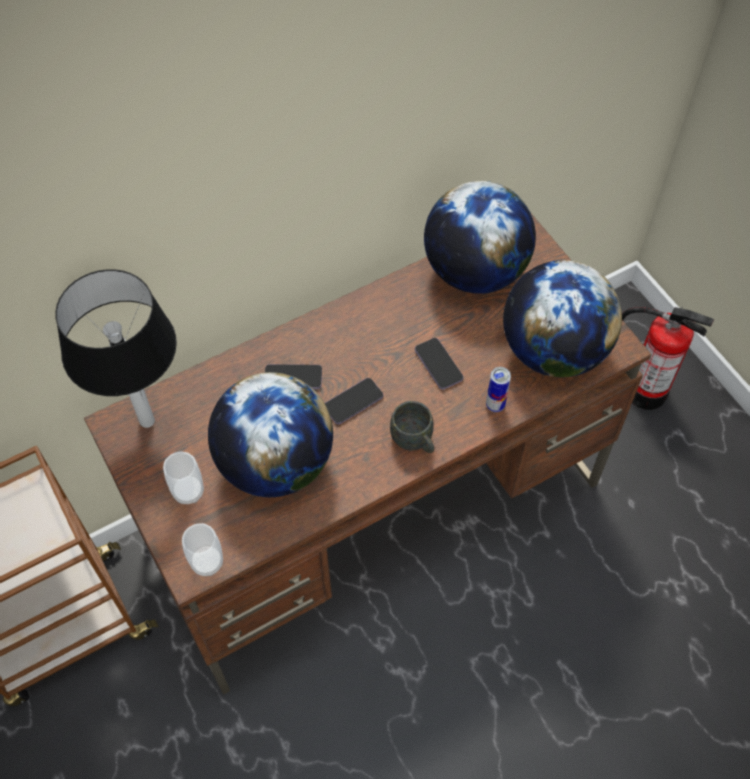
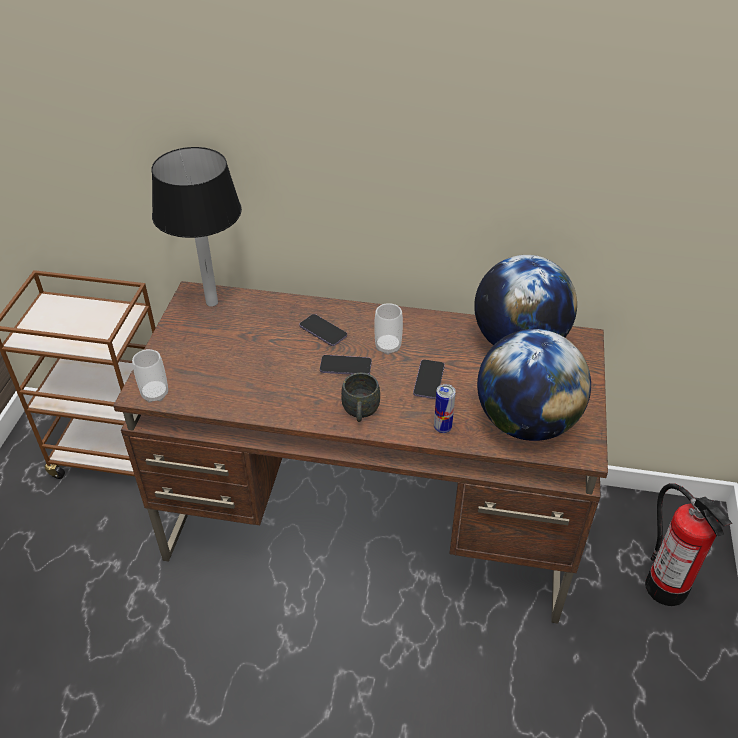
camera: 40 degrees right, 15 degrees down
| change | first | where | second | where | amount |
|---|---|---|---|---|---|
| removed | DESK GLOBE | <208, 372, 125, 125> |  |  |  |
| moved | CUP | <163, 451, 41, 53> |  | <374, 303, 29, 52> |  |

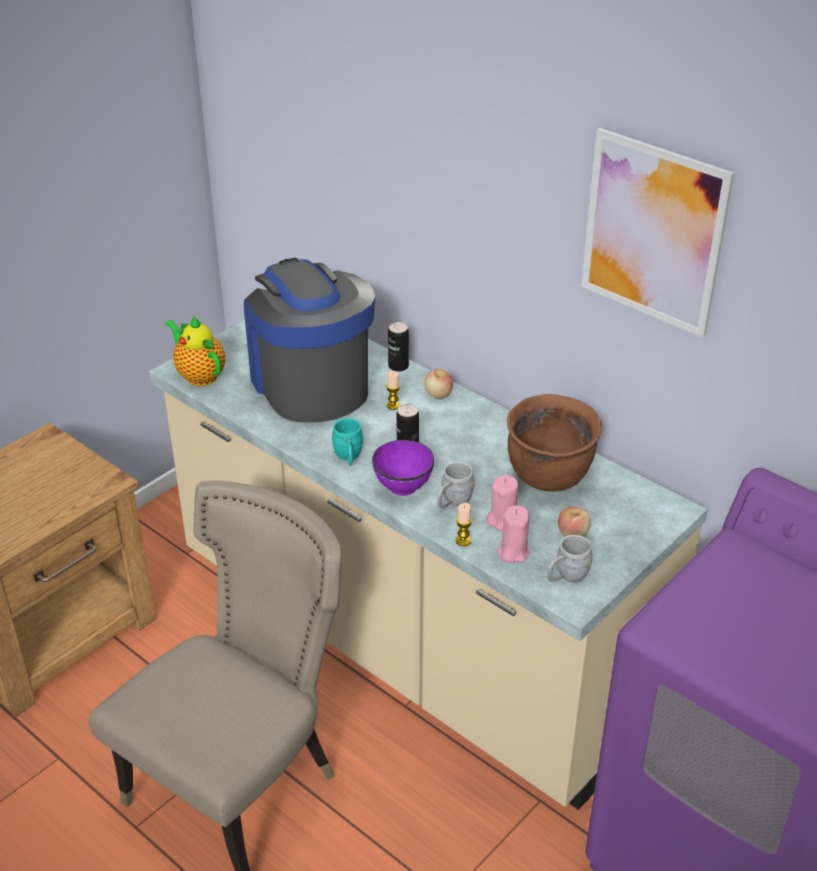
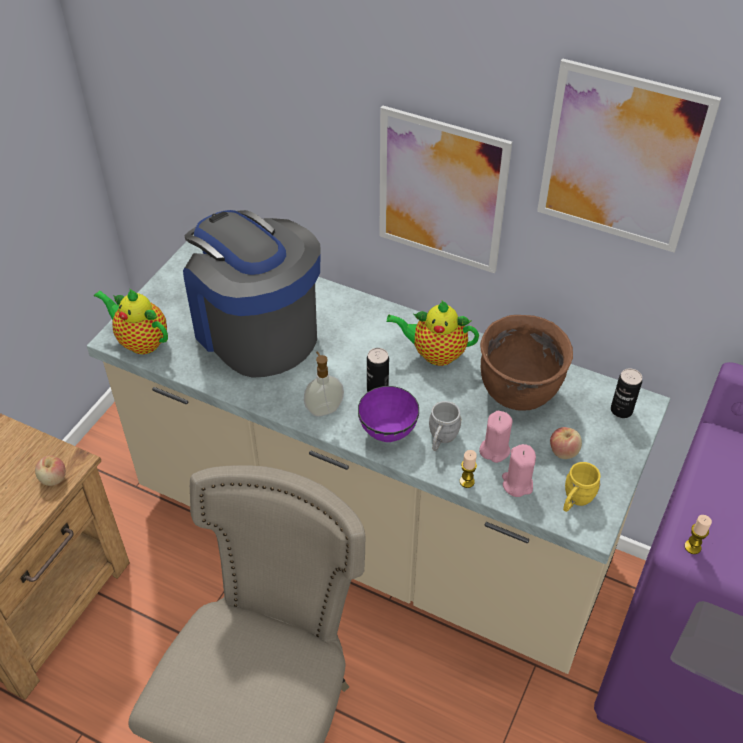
camera: 15 degrees left, 10 degrees up
| change | first | where | second | where | amount |
|---|---|---|---|---|---|
| added |  |  | WALL PICTURE | <379, 105, 133, 168> |  |
| added |  |  | POT FOR TEA | <386, 300, 93, 66> |  |
| moved | CANDLE | <386, 371, 14, 39> |  | <684, 515, 28, 39> |  |
| moved | METAL CAN | <388, 322, 21, 50> |  | <611, 368, 31, 50> |  |
| moved | WHOLE APPLE | <424, 369, 29, 29> |  | <35, 455, 31, 31> |  |
| replaced | TURQUOISE-COLOURED MUG | <332, 418, 31, 48> | SOAP DISPENSER | <304, 351, 40, 65> |  |
| recoloured | GREYISH MUG | <547, 535, 46, 47> | YELLOW-COLOURED MUG | <563, 462, 38, 50> |  |

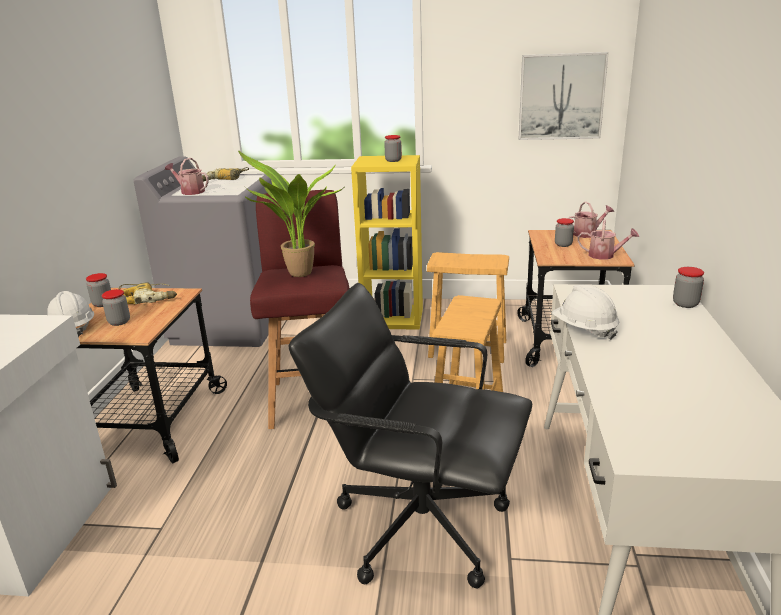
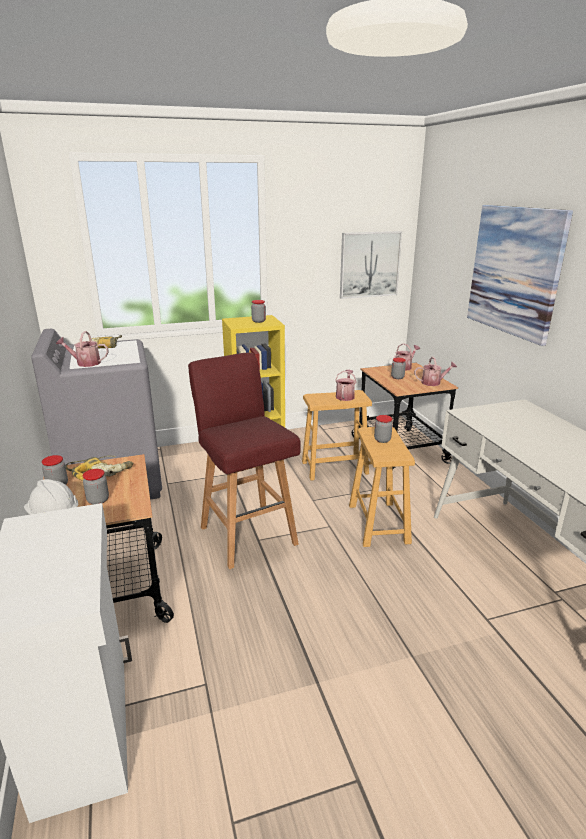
camera: 25 degrees left, 0 degrees up
| change | first | where | second | where | amount |
|---|---|---|---|---|---|
| removed | HOUSEPLANT | <238, 150, 105, 127> |  |  |  |
| removed | BLACK OFFICE CHAIR | <289, 283, 243, 306> |  |  |  |
| removed | WHITE-COLOURED SAFETY HELMET | <552, 285, 67, 55> |  |  |  |
| added |  |  | WATERING POT | <335, 370, 21, 31> |  |
| added |  |  | WALL PICTURE | <467, 205, 106, 141> |  |
| moved | PRESERVE JAR | <673, 267, 31, 41> |  | <374, 415, 19, 28> |  |

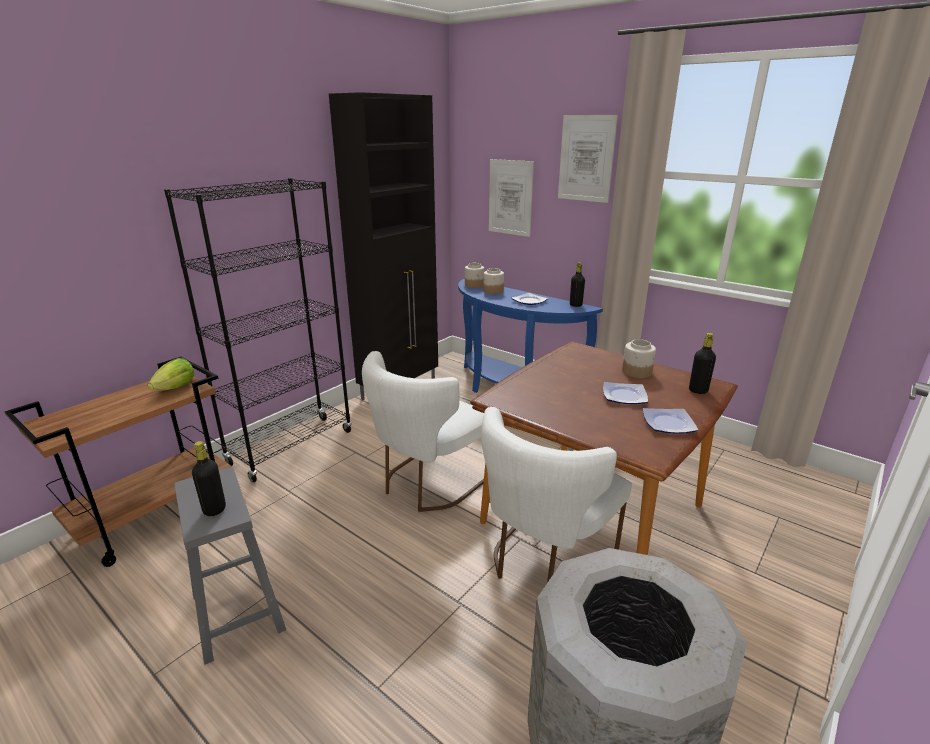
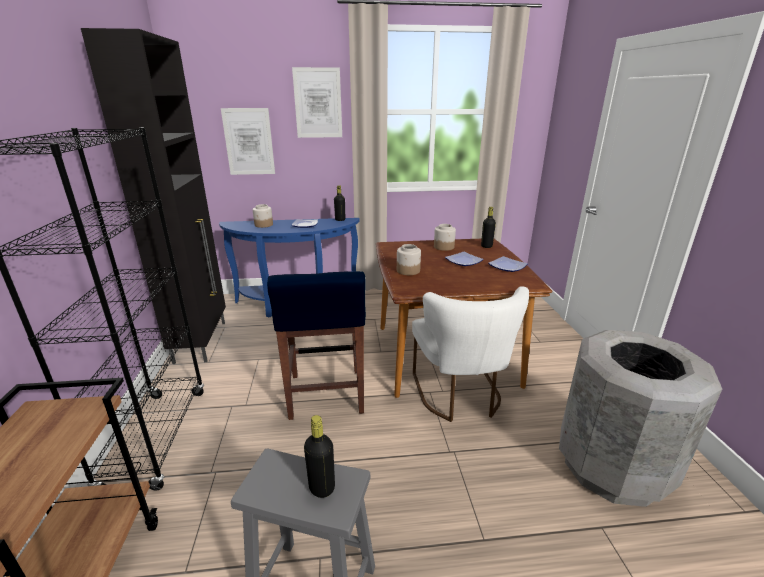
camera: 45 degrees left, 0 degrees up
| change | first | where | second | where | amount |
|---|---|---|---|---|---|
| removed | HEAD OF LETTUCE | <148, 358, 46, 33> |  |  |  |
| moved | PRESERVE JAR | <465, 263, 20, 25> |  | <397, 244, 24, 31> |  |
| replaced | WHITE-COLOURED CHAIR | <362, 351, 122, 161> | BLUE STOOL | <267, 271, 99, 149> |  |

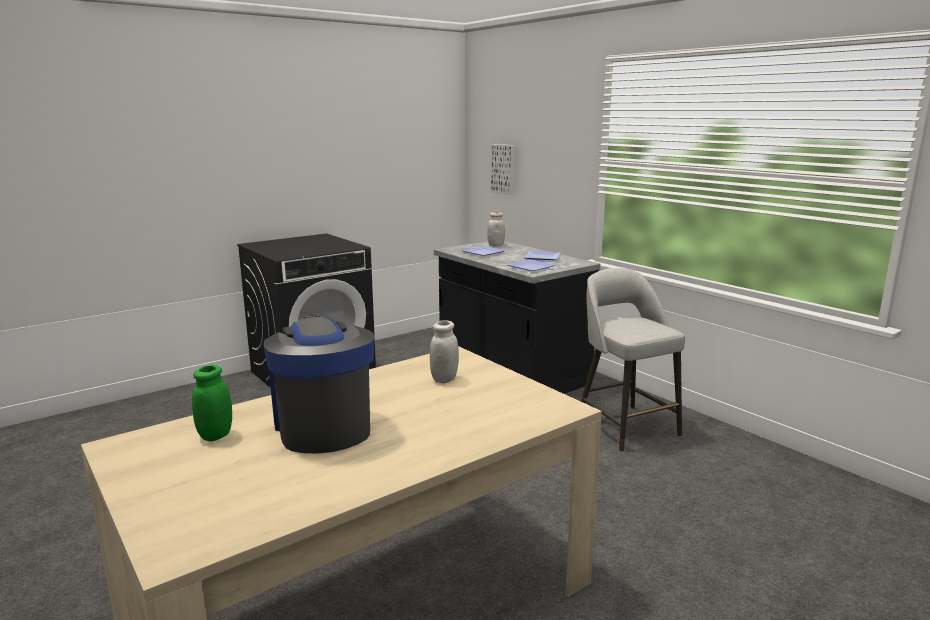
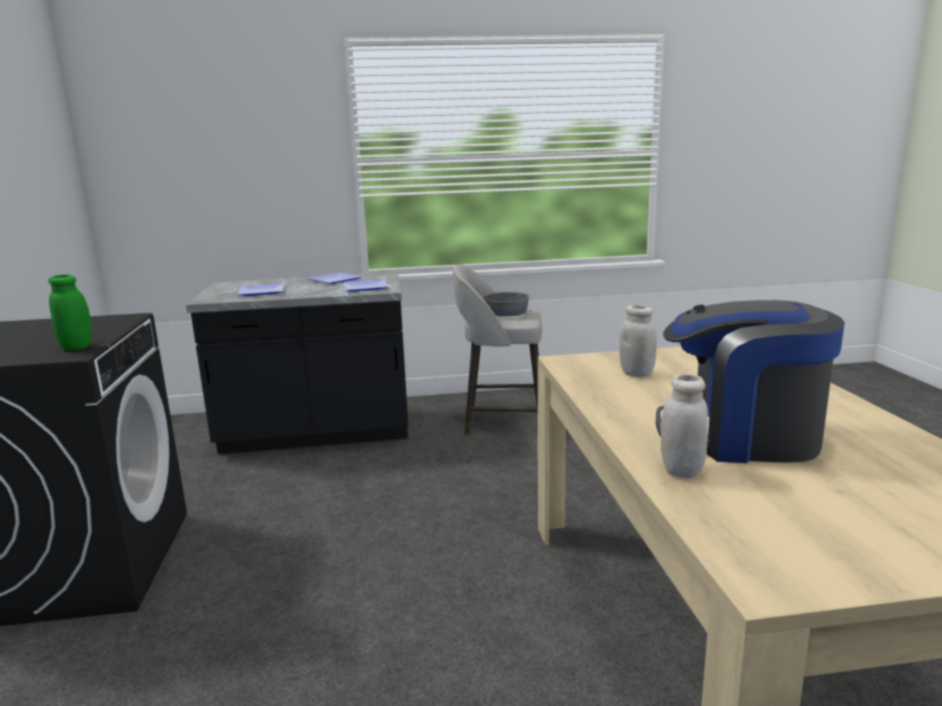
camera: 60 degrees left, 0 degrees up
| change | first | where | second | where | amount |
|---|---|---|---|---|---|
| removed | WALL PICTURE | <491, 144, 24, 51> |  |  |  |
| added |  |  | GREYISH BOWL | <482, 292, 47, 24> |  |
| moved | GREEN PRESERVE JAR | <192, 365, 40, 76> |  | <48, 275, 44, 75> |  |
| moved | WHITE-COLOURED PRESERVE JAR | <487, 212, 18, 35> |  | <661, 374, 47, 104> |  |

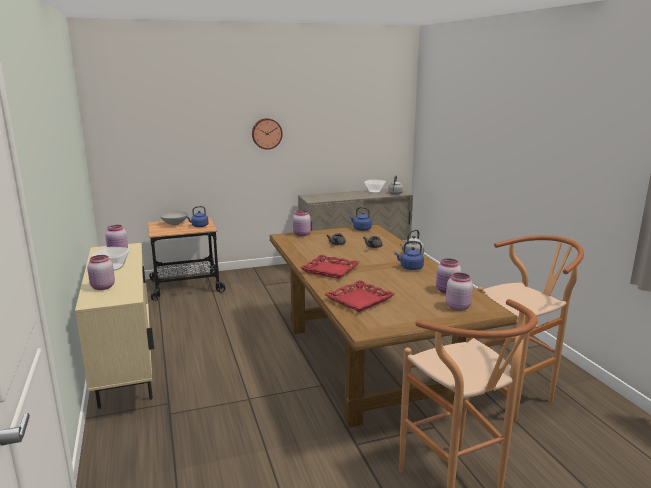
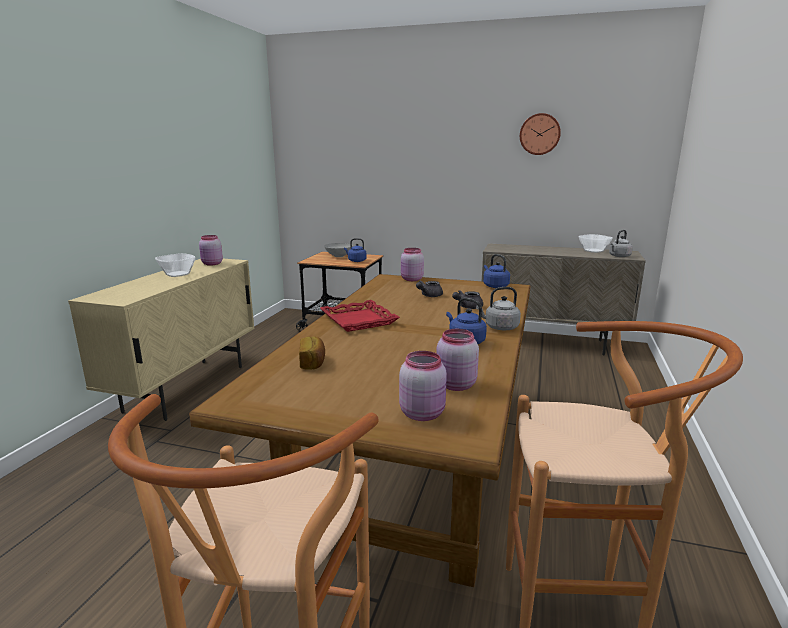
camera: 35 degrees right, 0 degrees up
| change | first | where | second | where | amount |
|---|---|---|---|---|---|
| removed | PINK PRESERVE JAR | <87, 255, 28, 35> |  |  |  |
| moved | CLOCK ON THE WALL | <252, 118, 31, 32> |  | <520, 113, 41, 42> |  |
| replaced | RED-COLOURED CARRYING TRAY | <324, 280, 71, 32> | BAKED BREAD | <299, 337, 26, 33> |  |

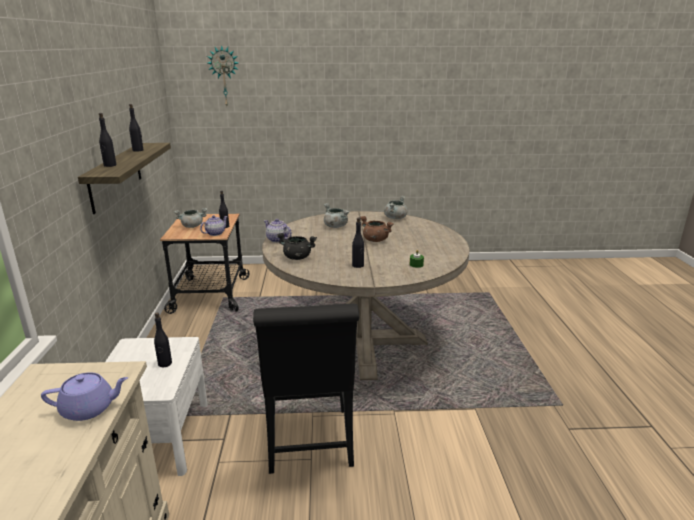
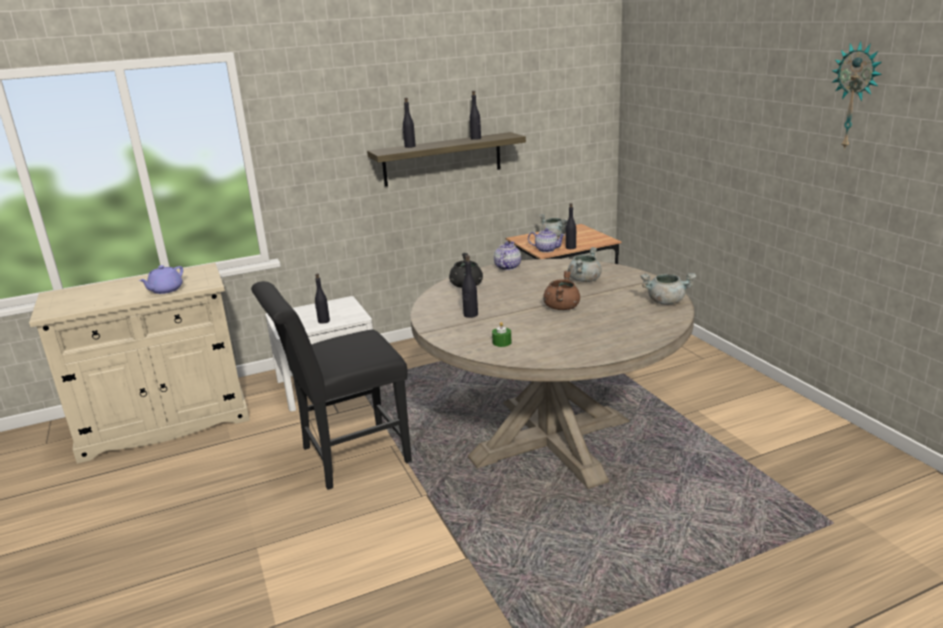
camera: 70 degrees right, 0 degrees up
| change | first | where | second | where | amount |
|---|---|---|---|---|---|
| moved | CLOCK ON THE WALL | <207, 45, 32, 61> |  | <832, 41, 50, 110> |  |
| turned | PURPLISH POT FOR TEA | <41, 372, 87, 49> |  | <139, 265, 44, 29> | 60 degrees clockwise |

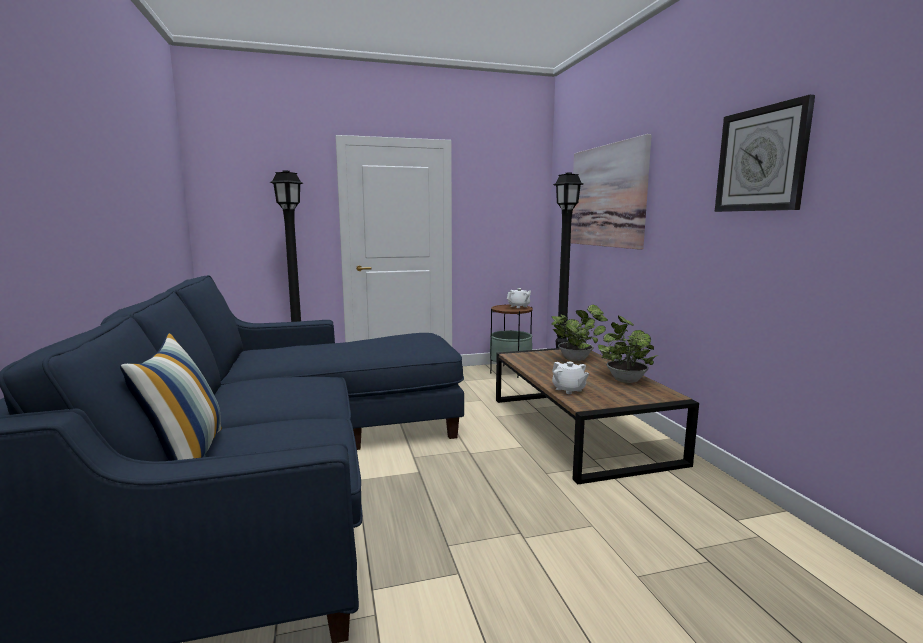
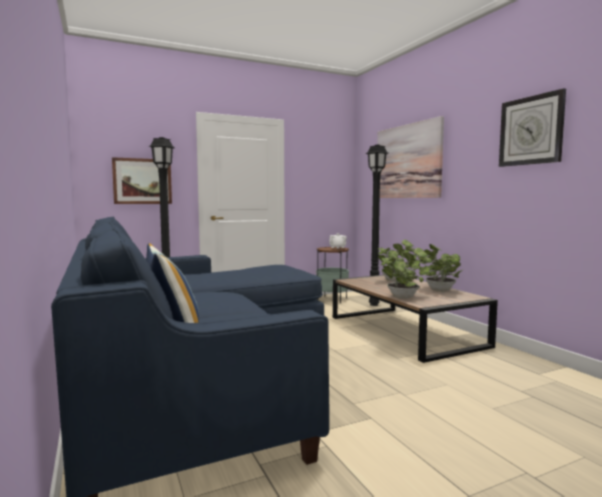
camera: 10 degrees left, 5 degrees down
| change | first | where | second | where | amount |
|---|---|---|---|---|---|
| added |  |  | WALL PICTURE | <112, 157, 60, 47> |  |
| replaced | WHITE-COLOURED POT FOR TEA | <552, 362, 37, 32> | HOUSEPLANT | <381, 248, 51, 51> |  |

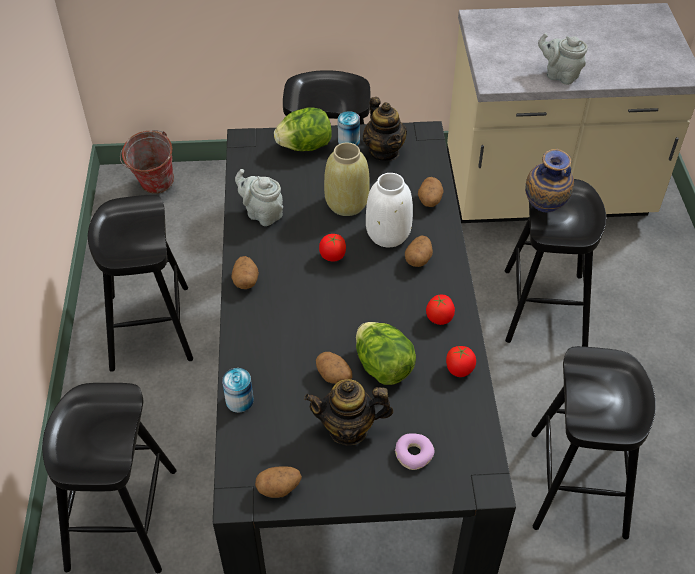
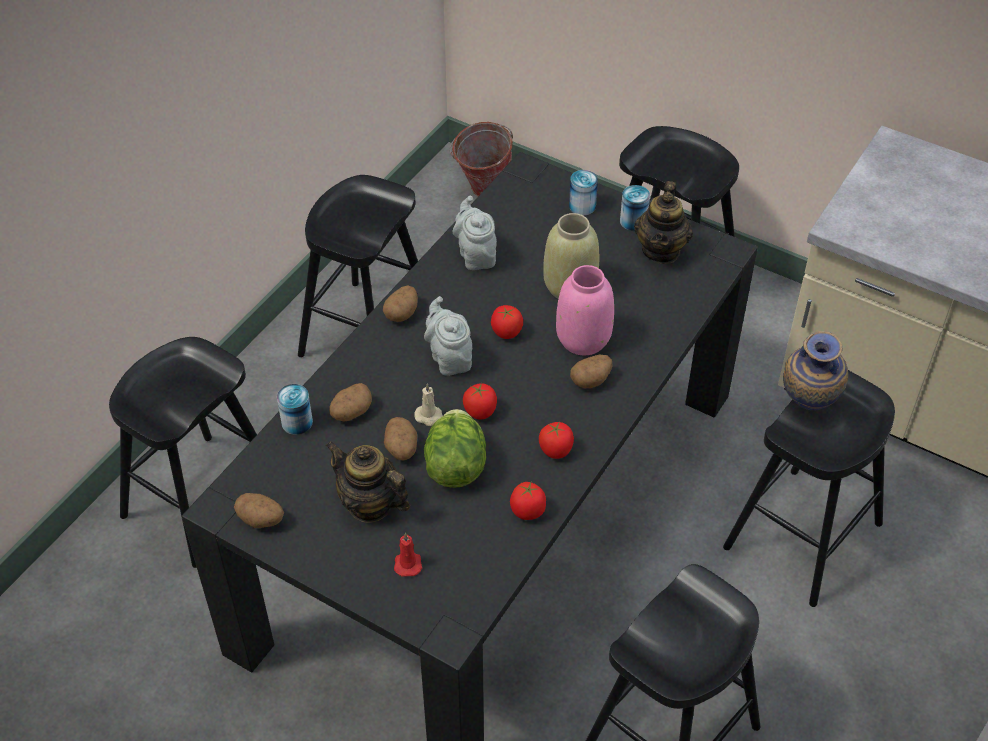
camera: 35 degrees right, 0 degrees up
| change | first | where | second | where | amount |
|---|---|---|---|---|---|
| added |  |  | BEIGE CANDLE | <414, 383, 29, 43> |  |
| added |  |  | FRESH TOMATO | <463, 383, 34, 36> |  |
| moved | SPUD | <418, 177, 26, 30> |  | <329, 383, 43, 38> |  |
| moved | GREYISH POT FOR TEA | <538, 33, 49, 52> |  | <424, 296, 48, 80> |  |
| replaced | HEAD OF LETTUCE | <274, 107, 58, 44> | METAL CAN | <569, 170, 29, 45> |  |
| replaced | DONUT | <395, 433, 40, 37> | RED-COLOURED CANDLE | <394, 533, 28, 44> |  |
| recoloured | WHITE-COLOURED FLOWER VASE | <366, 173, 47, 74> | PINK FLOWER VASE | <556, 265, 58, 90> |  |

